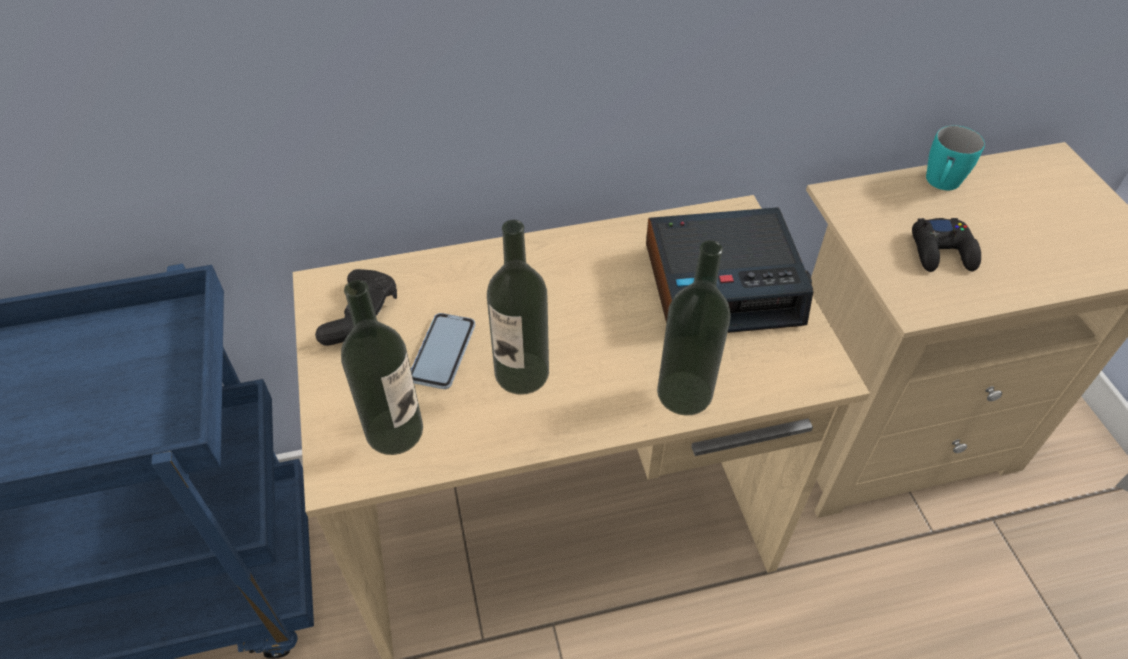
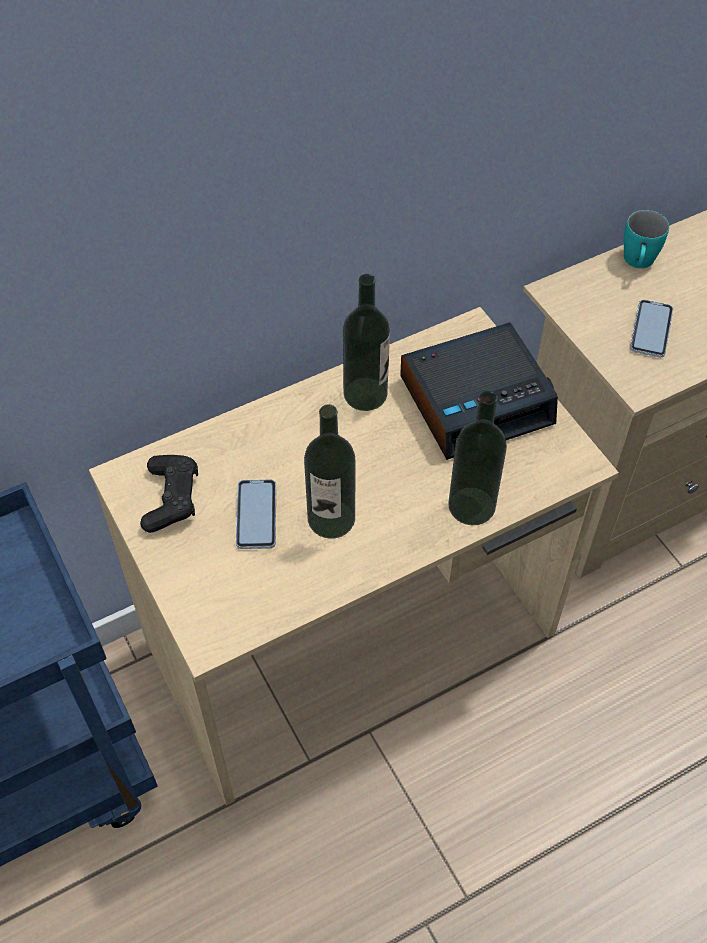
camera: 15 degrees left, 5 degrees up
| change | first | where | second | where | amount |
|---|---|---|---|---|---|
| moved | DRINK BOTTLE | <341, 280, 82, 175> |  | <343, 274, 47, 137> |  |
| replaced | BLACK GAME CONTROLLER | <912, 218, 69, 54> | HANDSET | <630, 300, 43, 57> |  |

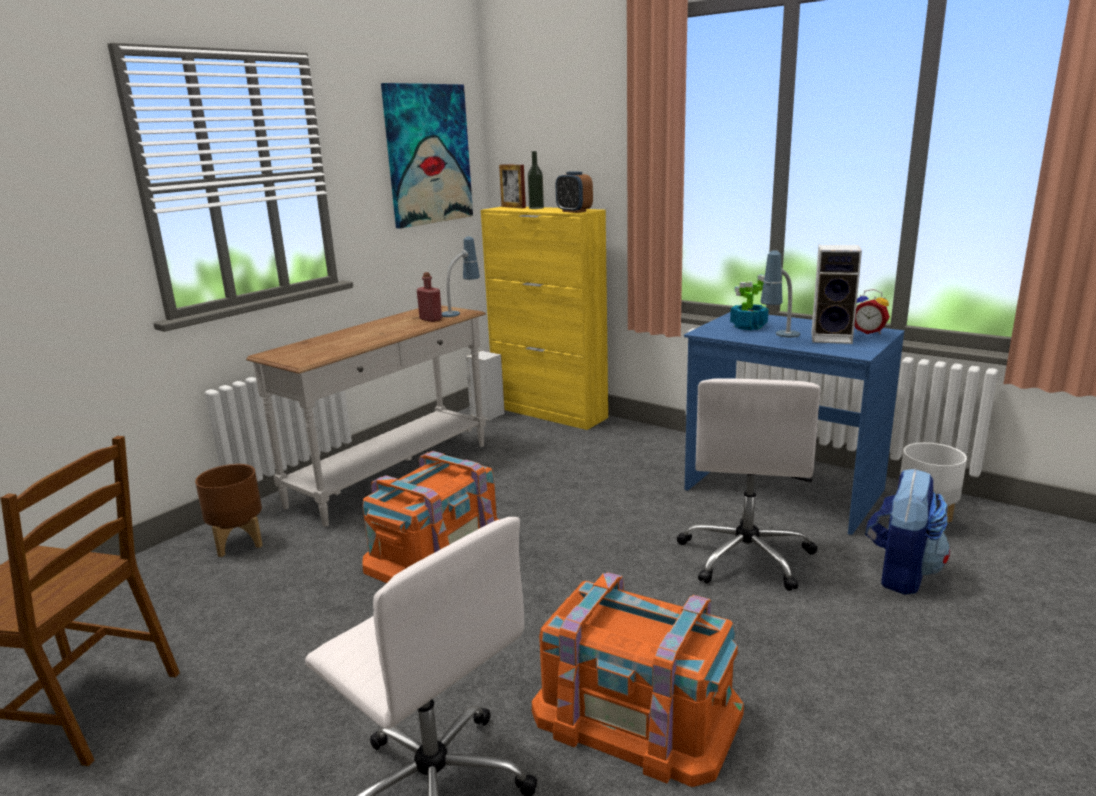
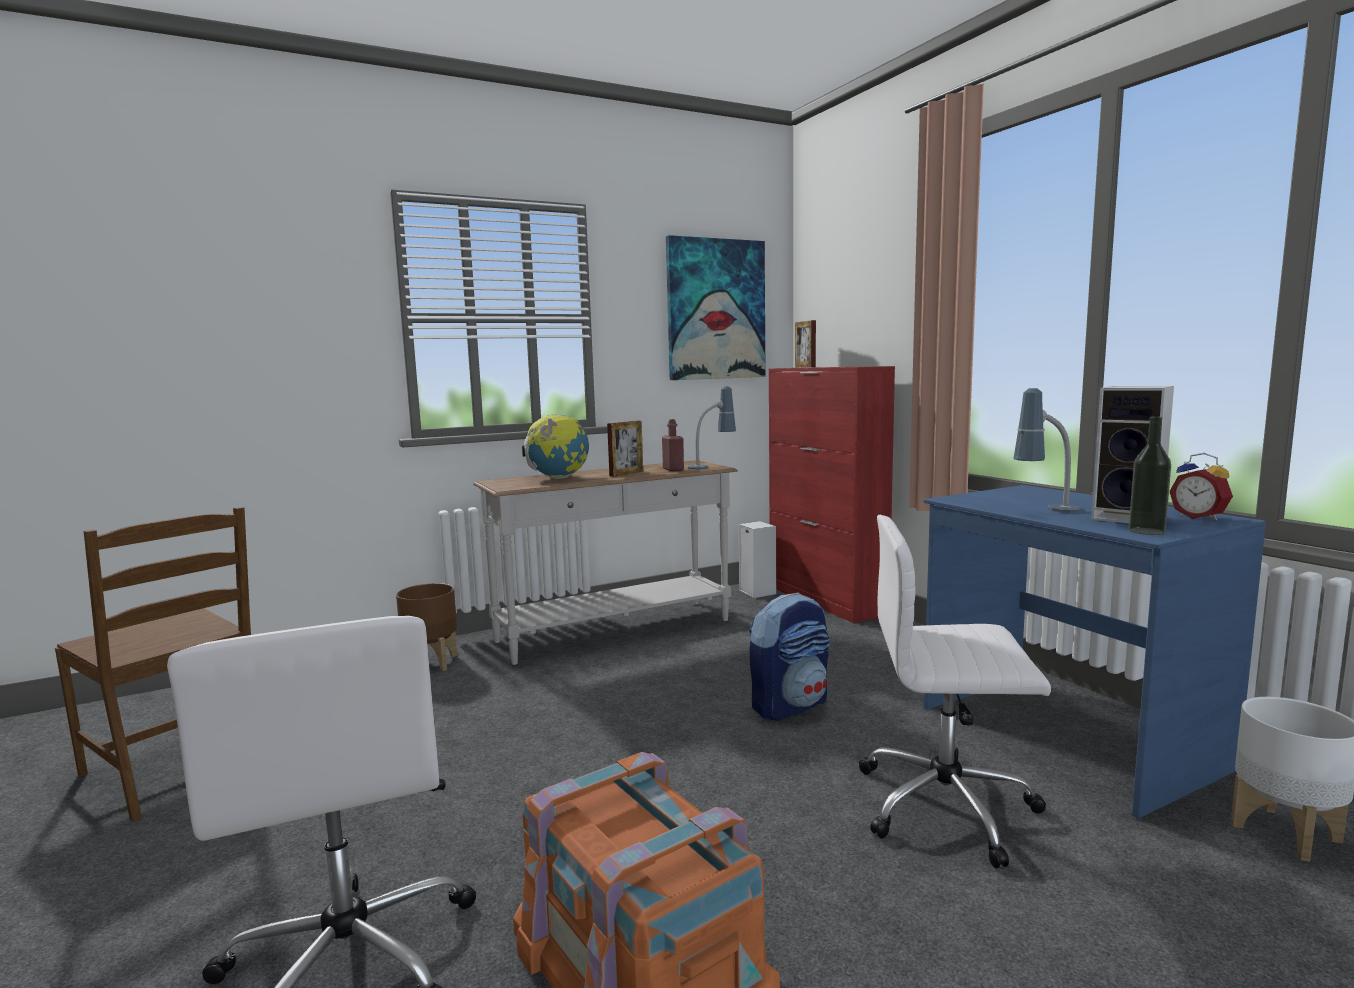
camera: 25 degrees right, 10 degrees down
| change | first | where | second | where | amount |
|---|---|---|---|---|---|
| removed | ORANGEY STORAGE BIN | <362, 451, 137, 132> |  |  |  |
| removed | TABLE CLOCK | <556, 171, 37, 42> |  |  |  |
| removed | HOUSEPLANT | <730, 274, 39, 56> |  |  |  |
| added |  |  | DESK GLOBE | <522, 415, 67, 64> |  |
| added |  |  | PICTURE FRAME | <607, 421, 36, 56> |  |
| moved | DRINK BOTTLE | <528, 151, 16, 58> |  | <1129, 416, 42, 119> |  |
| moved | KNAPSACK | <865, 468, 85, 127> |  | <749, 593, 81, 127> |  |
| recoloured | YELLOW-COLOURED CUPBOARD | <481, 206, 127, 224> | RED-COLOURED CUPBOARD | <769, 366, 126, 257> |  |
| turned | WHITE-COLOURED OFFICE CHAIR | <677, 378, 144, 213> |  | <859, 515, 192, 354> | 60 degrees clockwise |

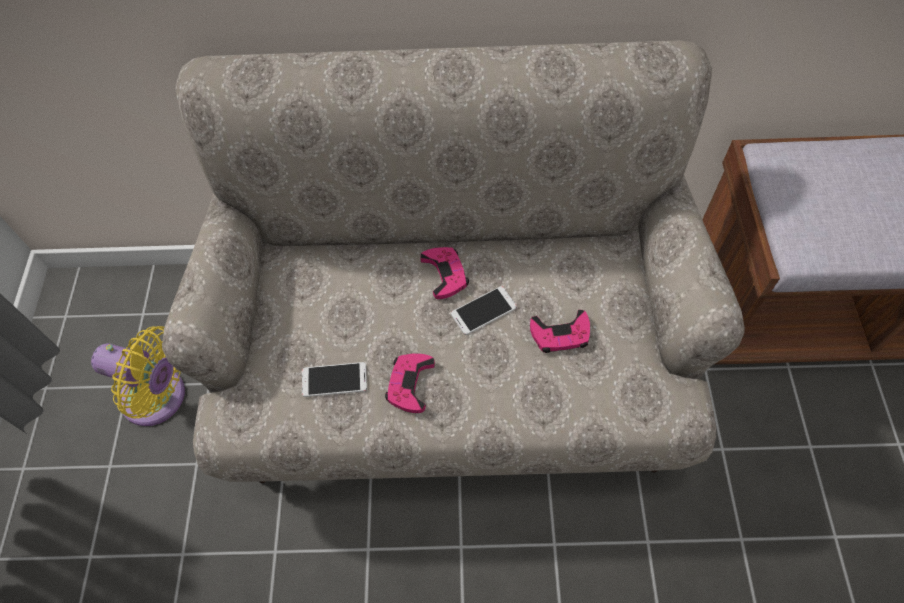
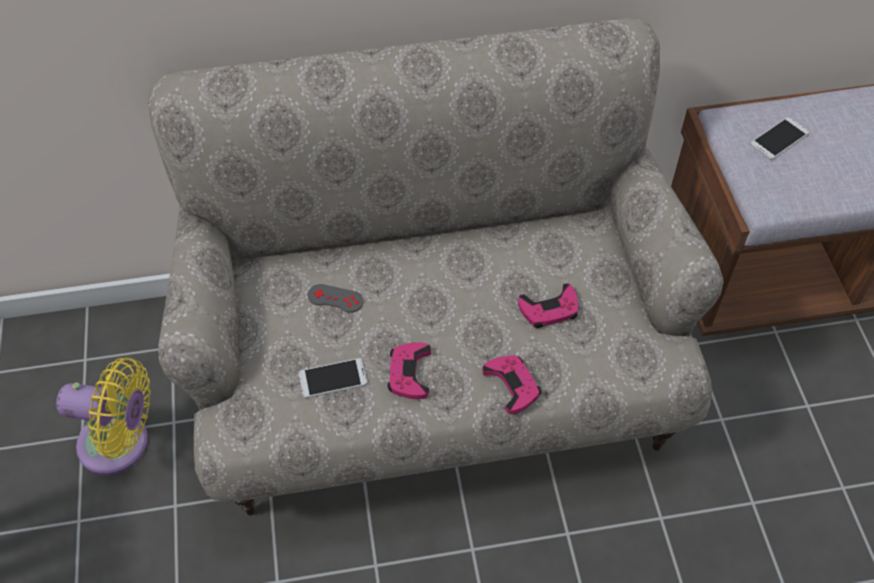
camera: 10 degrees left, 5 degrees down
| change | first | where | second | where | amount |
|---|---|---|---|---|---|
| added |  |  | GREYISH GAME CONTROLLER | <308, 284, 56, 29> |  |
| moved | PINK GAME CONTROLLER | <420, 247, 49, 52> |  | <482, 355, 59, 59> |  |
| moved | HANDSET | <451, 286, 66, 49> |  | <750, 117, 59, 43> |  |

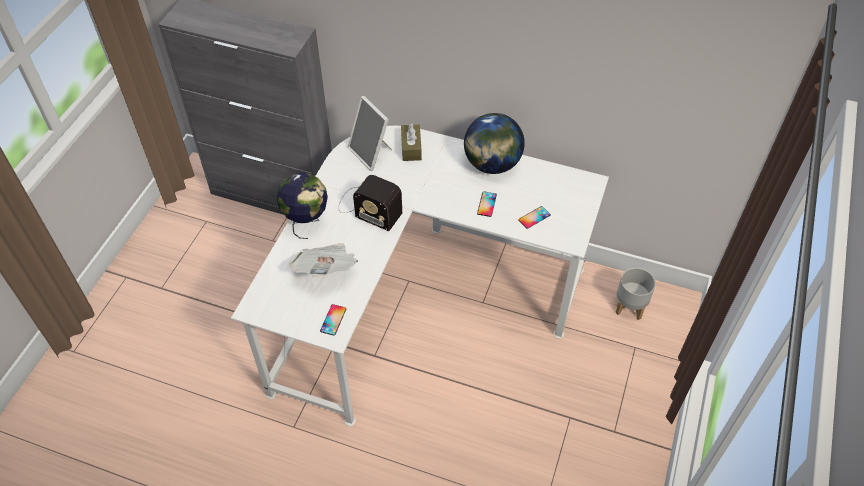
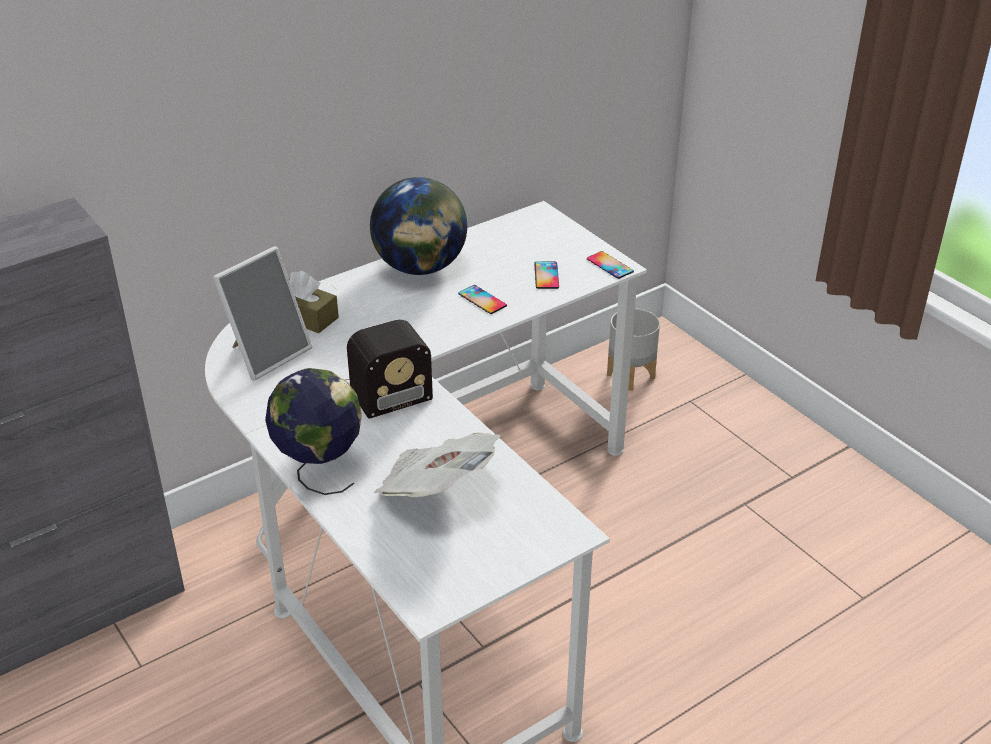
camera: 55 degrees left, 15 degrees down
| change | first | where | second | where | amount |
|---|---|---|---|---|---|
| moved | HANDSET | <320, 304, 26, 32> |  | <587, 251, 47, 28> |  |
| turned | PICTURE FRAME | <348, 96, 44, 75> |  | <213, 246, 100, 135> | 45 degrees counterclockwise |

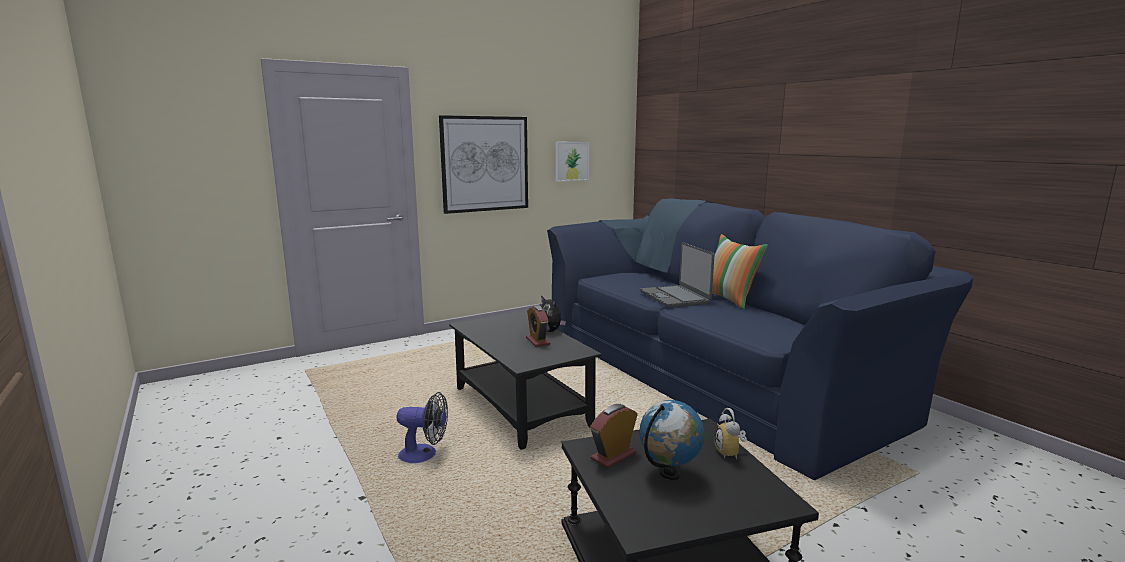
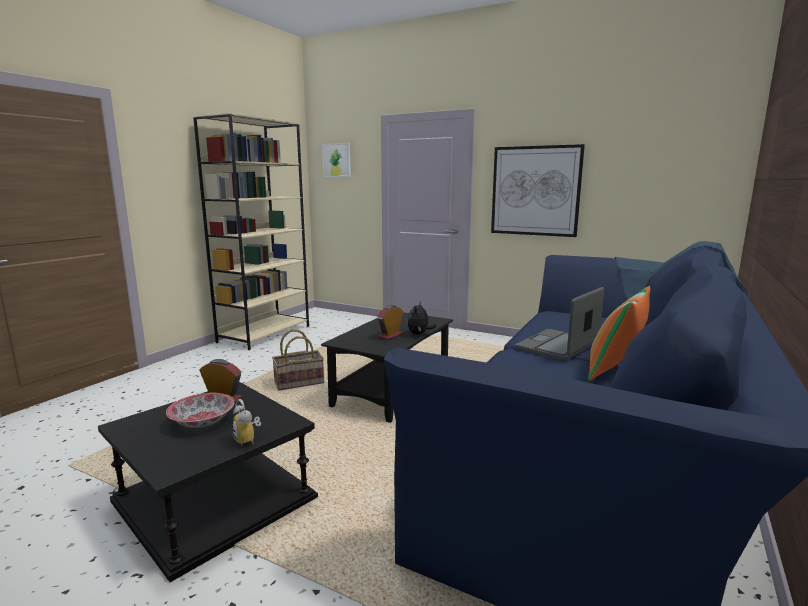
camera: 60 degrees right, 0 degrees up
| change | first | where | second | where | amount |
|---|---|---|---|---|---|
| added |  |  | BEIGE BOOKCASE | <193, 113, 116, 237> |  |
| moved | WALL PICTURE | <556, 142, 33, 40> |  | <322, 143, 29, 34> |  |
| replaced | COOLING FAN | <396, 392, 52, 71> | BASKET | <272, 329, 52, 61> |  |
| replaced | DESK GLOBE | <640, 400, 64, 80> | BOWL | <166, 393, 68, 35> |  |
| turned | TABLE CLOCK | <715, 408, 32, 51> |  | <232, 399, 29, 47> | 90 degrees counterclockwise |

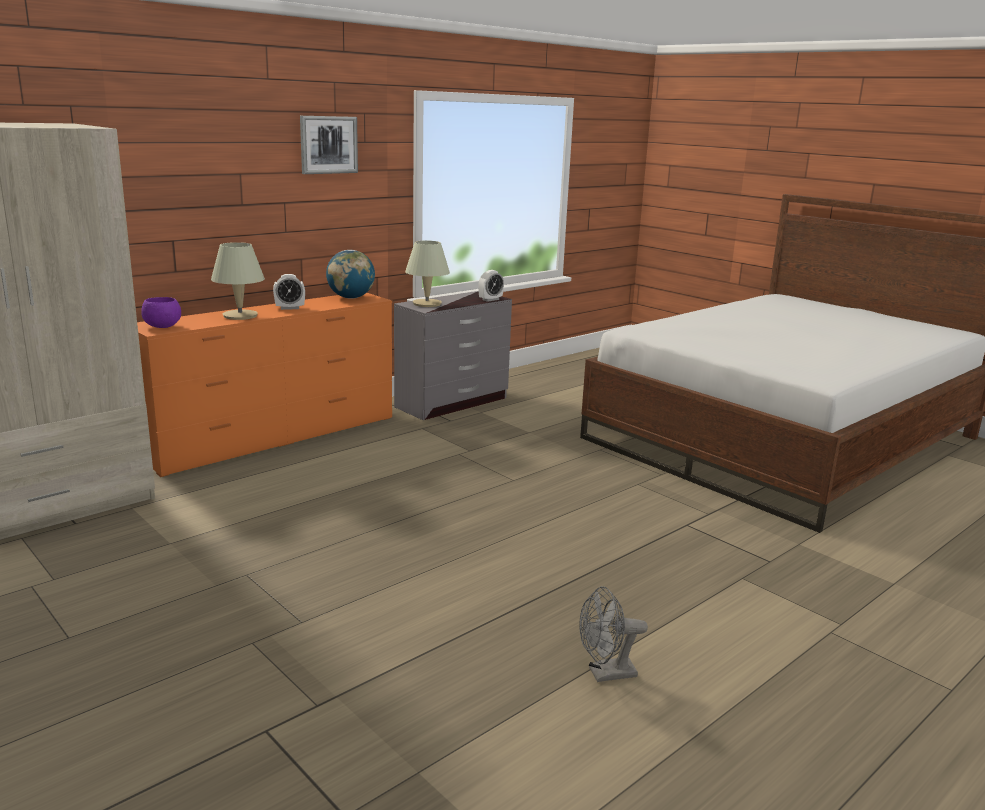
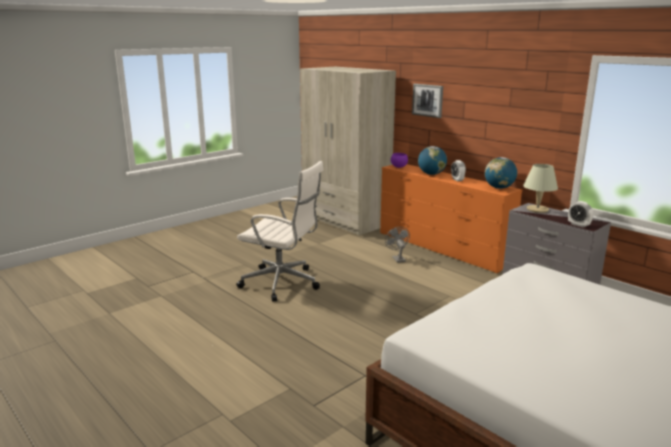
camera: 90 degrees right, 0 degrees up
| change | first | where | second | where | amount |
|---|---|---|---|---|---|
| added |  |  | WHITE-COLOURED OFFICE CHAIR | <236, 161, 87, 141> |  |
| moved | WALL PICTURE | <300, 116, 58, 58> |  | <412, 84, 31, 34> |  |
| moved | GREYISH COOLING FAN | <579, 586, 69, 96> |  | <385, 227, 25, 36> |  |
| replaced | BEIGE TABLE LAMP | <211, 242, 54, 78> | DESK GLOBE | <418, 146, 29, 29> |  |

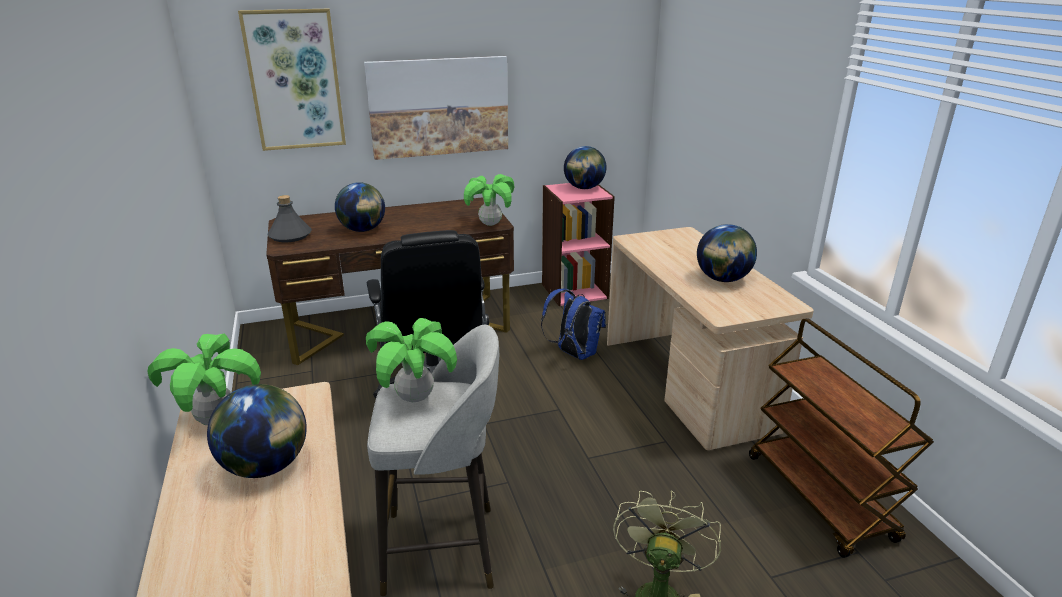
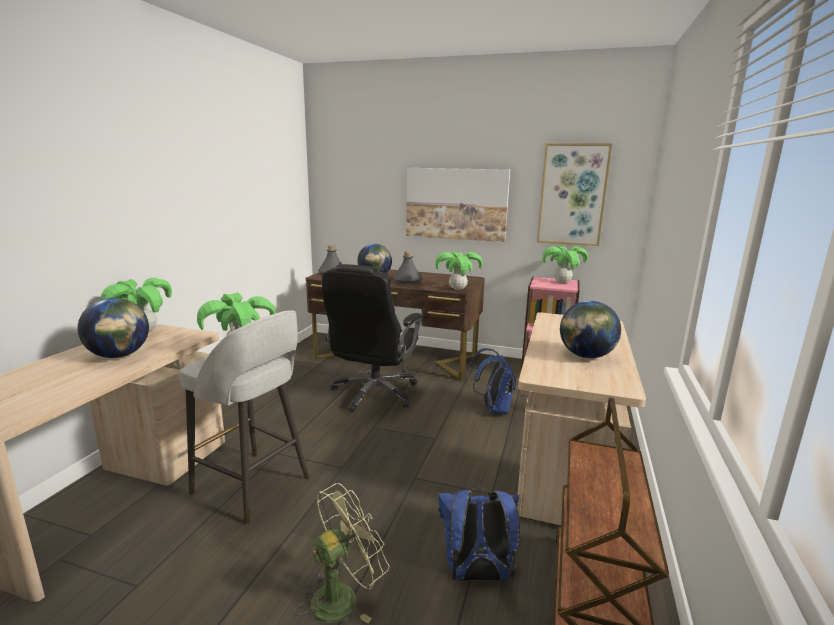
camera: 35 degrees right, 10 degrees down
| change | first | where | second | where | amount |
|---|---|---|---|---|---|
| added |  |  | GREYISH DRINK BOTTLE | <393, 252, 29, 32> |  |
| added |  |  | BLUE KNAPSACK | <438, 487, 82, 94> |  |
| moved | WALL PICTURE | <238, 9, 108, 142> |  | <537, 143, 76, 103> |  |
| replaced | DESK GLOBE | <564, 146, 43, 43> | HOUSEPLANT | <542, 246, 46, 38> |  |

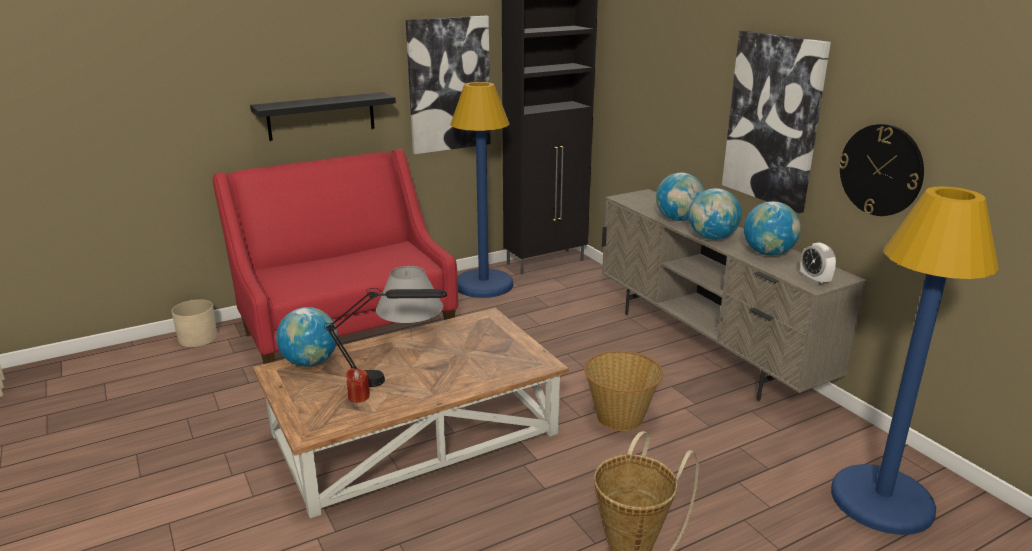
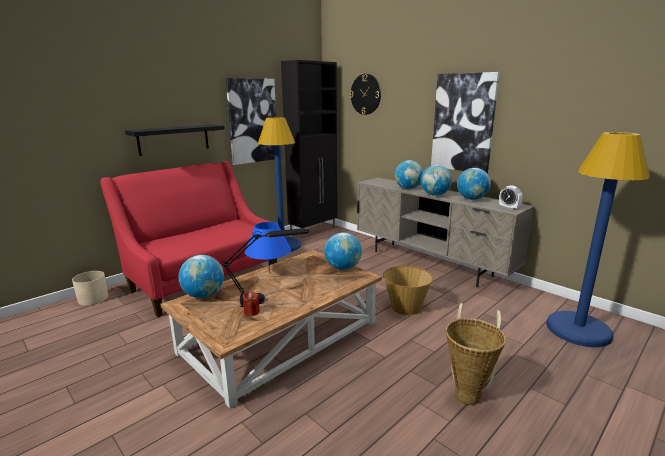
camera: 15 degrees left, 5 degrees down
| change | first | where | second | where | amount |
|---|---|---|---|---|---|
| added |  |  | DESK GLOBE | <324, 232, 38, 38> |  |
| moved | CLOCK ON THE WALL | <838, 124, 86, 92> |  | <350, 74, 31, 41> |  |
| recoloured | GREYISH TABLE LAMP | <376, 266, 67, 74> | BLUE TABLE LAMP | <245, 222, 46, 51> |  |

